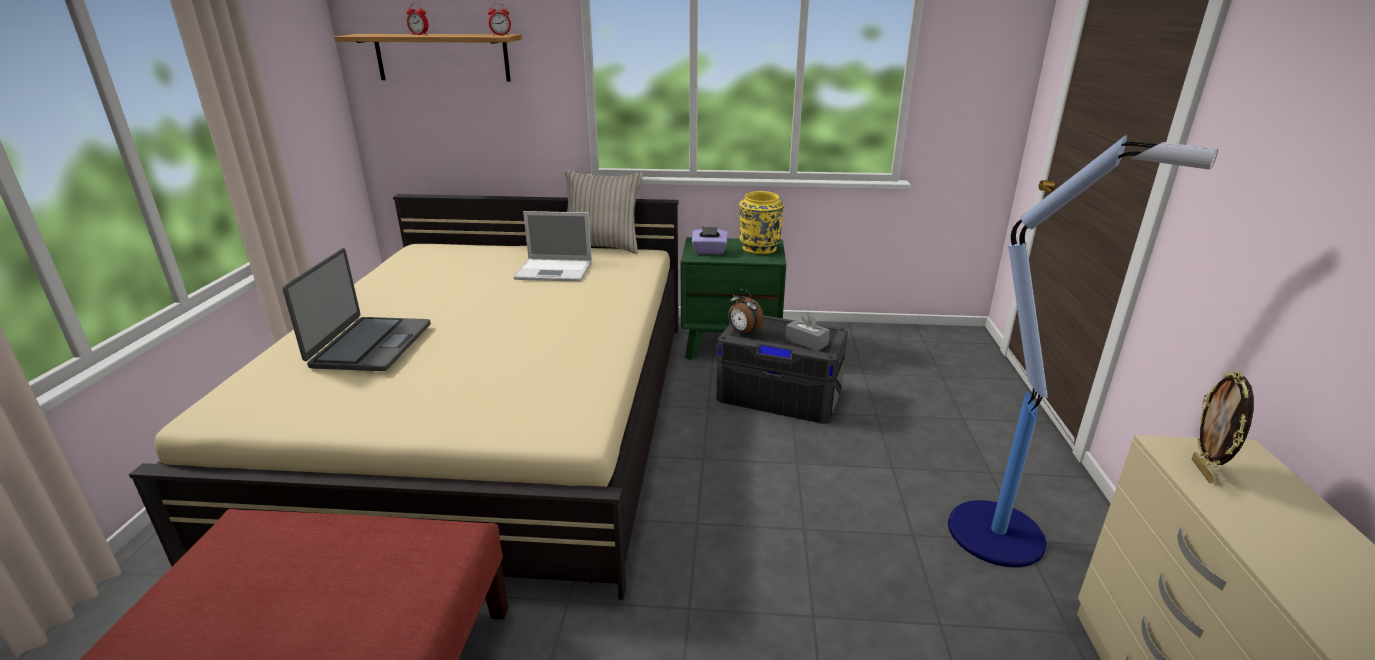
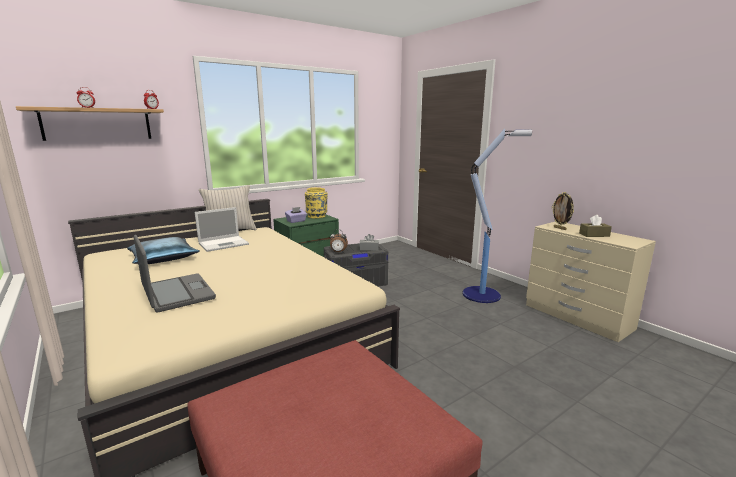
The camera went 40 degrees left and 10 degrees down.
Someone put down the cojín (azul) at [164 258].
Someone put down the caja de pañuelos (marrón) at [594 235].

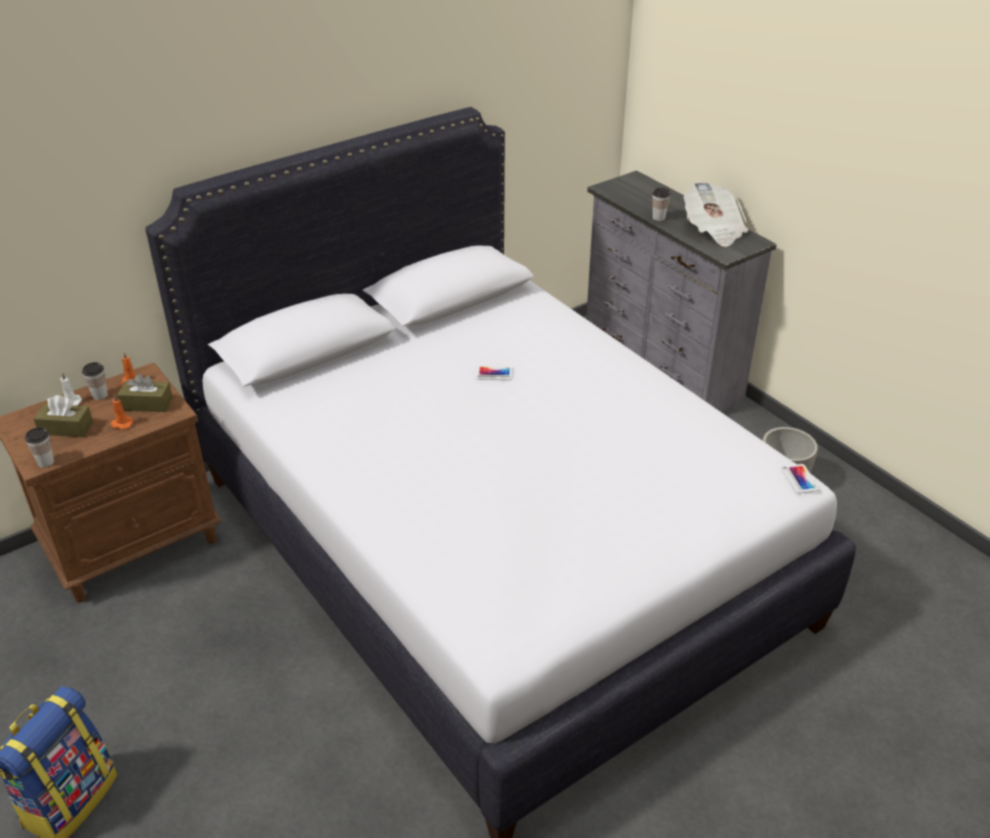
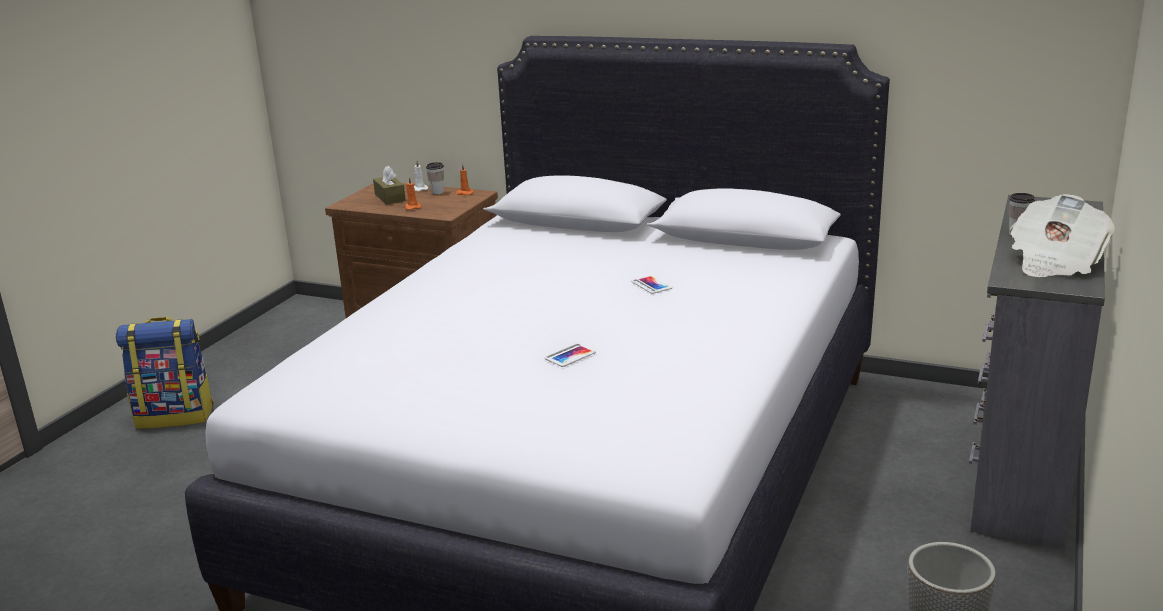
The camera went 60 degrees right and 15 degrees down.
Someone took away the taza at [45 462].
Someone took away the caja de pañuelos (marrón) at [147 404].
Someone carried the móvil from [799 479] to [570 355].

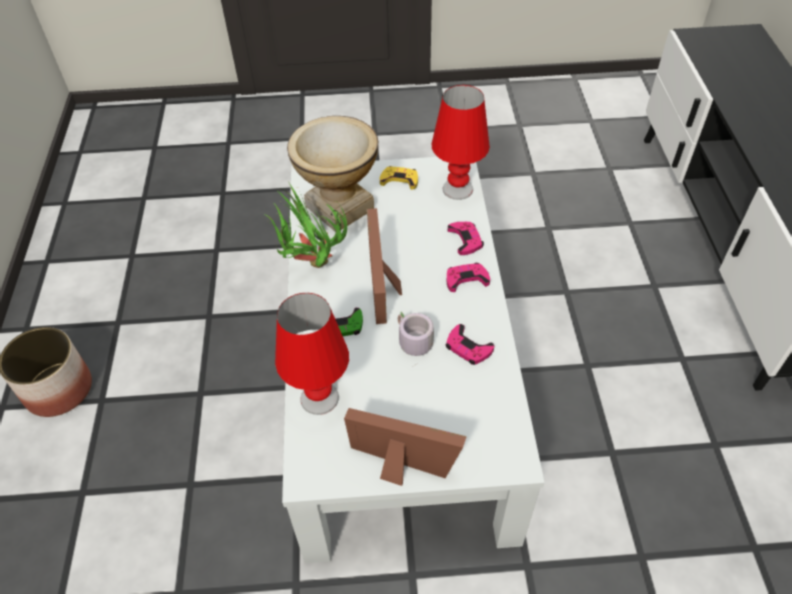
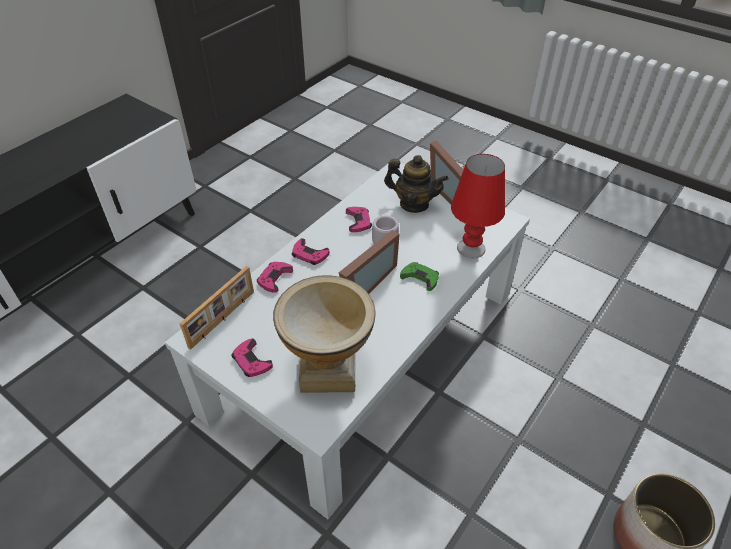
The camera went 140 degrees left and 5 degrees down.
Someone took away the planta en maceta at [310 266].
Someone put down the tetera at [414 204].
Someone swapped the lámpara de mesa (rojo) at [458 189] for the portarretratos at [223 319].
Someone repainted the mando de consola (amarillo) at [399 180], which became the mando de consola (rosa) at [251 361].

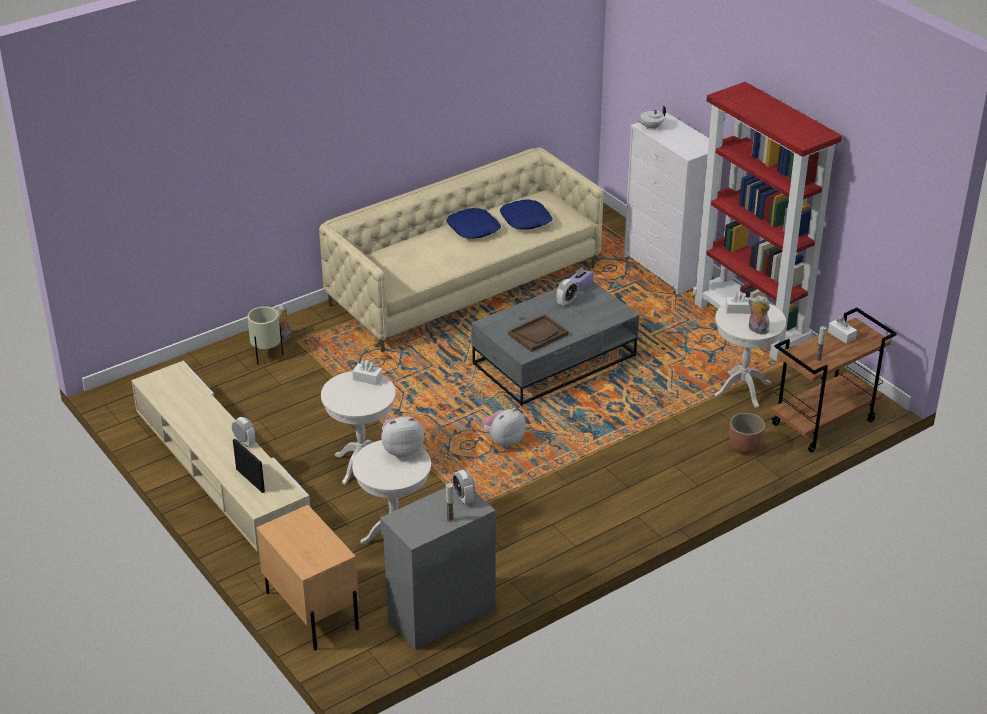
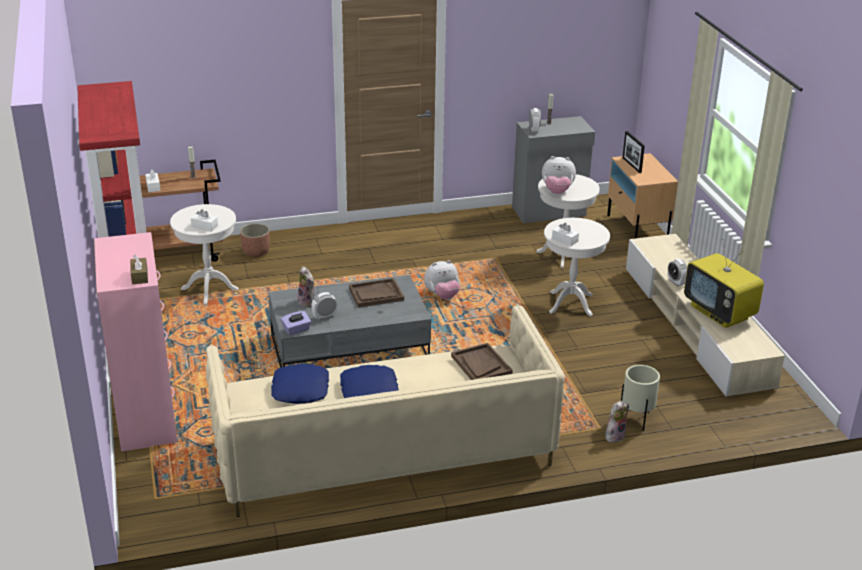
The camera went 160 degrees left and 5 degrees down.
Someone put down the bandeja (marrón) at [481 365].
Someone put down the televisor at [720 313].
Someone carried the portarretratos from [250 480] to [631 165].
Someone carried the peluche from [757 330] to [307 302].
Someone swapped the tetera (blanco) at [651 127] for the caja de pañuelos (marrón) at [139 276].
Someone repainted the cómoda (blanco) at [667 269], which became the cómoda (rosa) at [146 415].

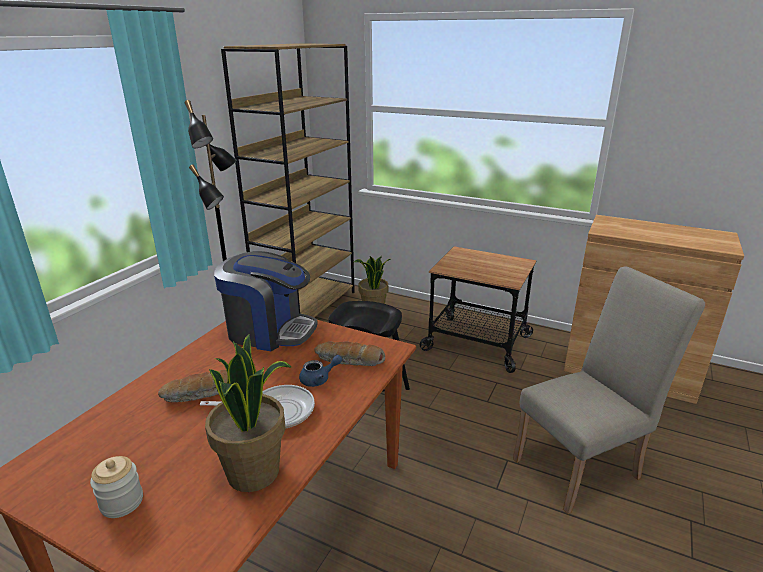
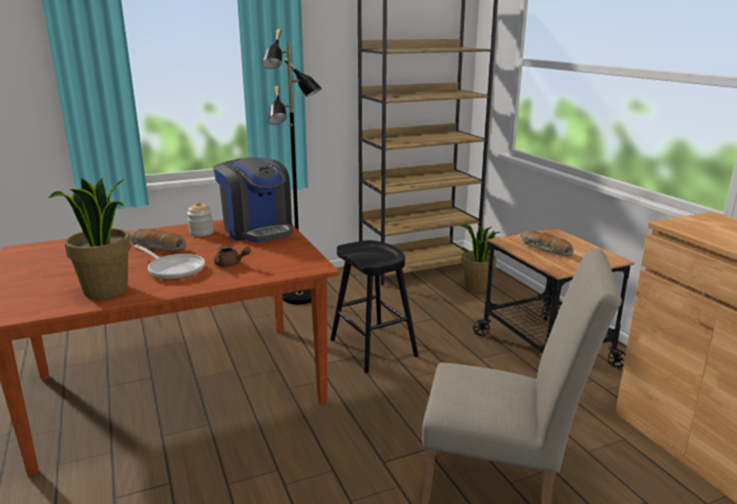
The camera went 40 degrees right and 5 degrees down.
Someone carried the tarro from [122 502] to [201 232].
Someone carried the pan from [349 361] to [544 249].
Someone repainted the tetera (azul) at [319 379], which became the tetera (marrón) at [231 264].

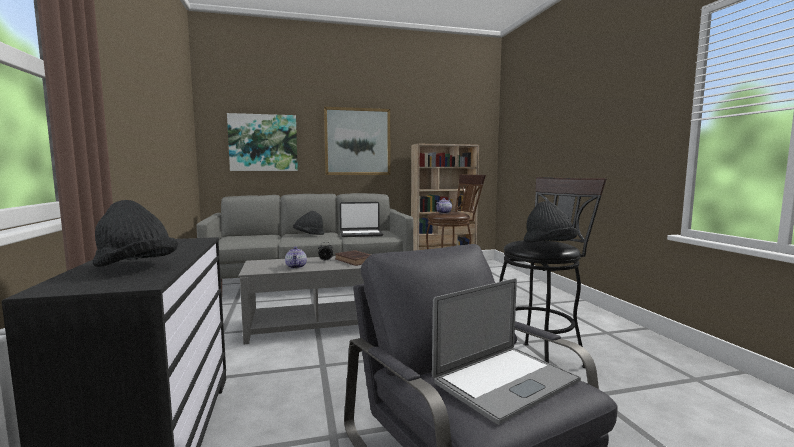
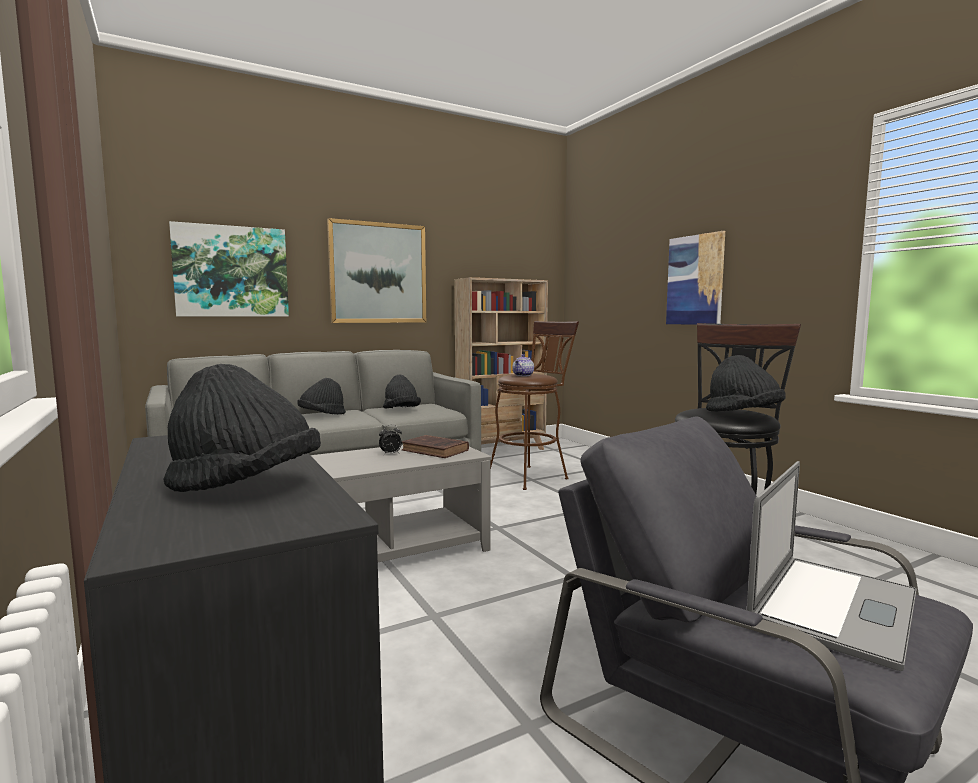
The camera went 15 degrees left and 0 degrees up.
Someone took away the tetera at [296 267].
Someone put up the cuadro at [695 280].
Someone swapped the portátil at [361 234] for the sombrero (negro) at [401 410].

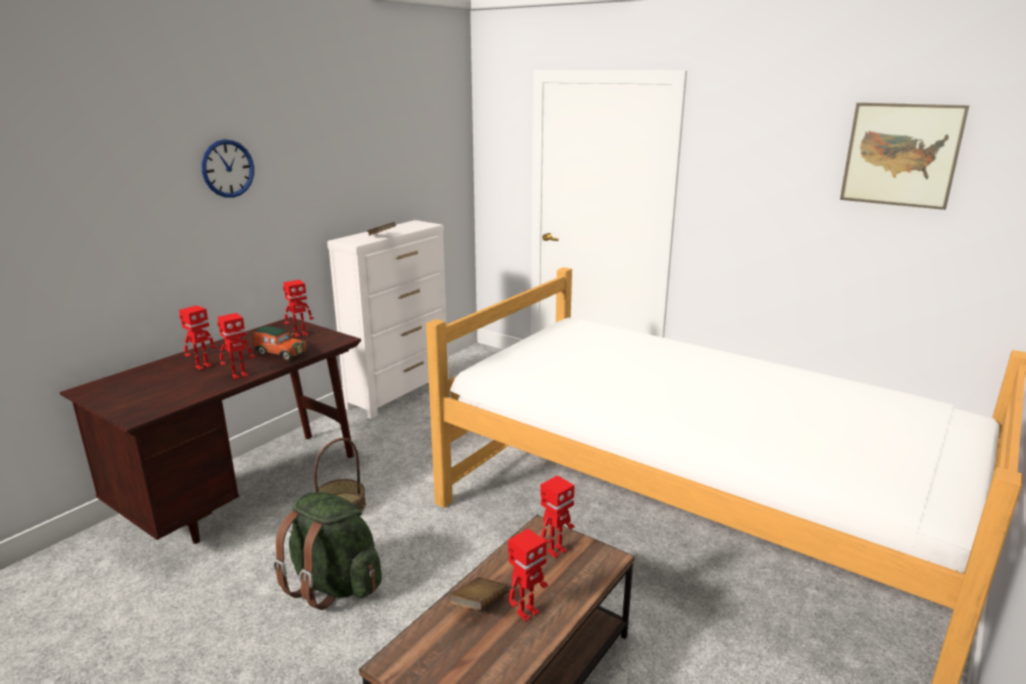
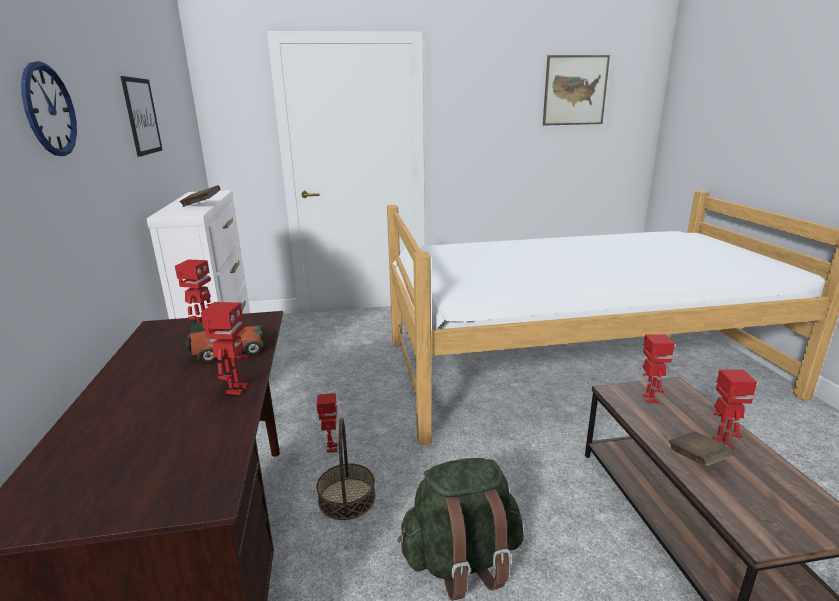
The camera went 45 degrees left and 0 degrees up.
Someone put up the cuadro at [142 116].
Someone carried the robot de juguete from [203 366] to [331 448].

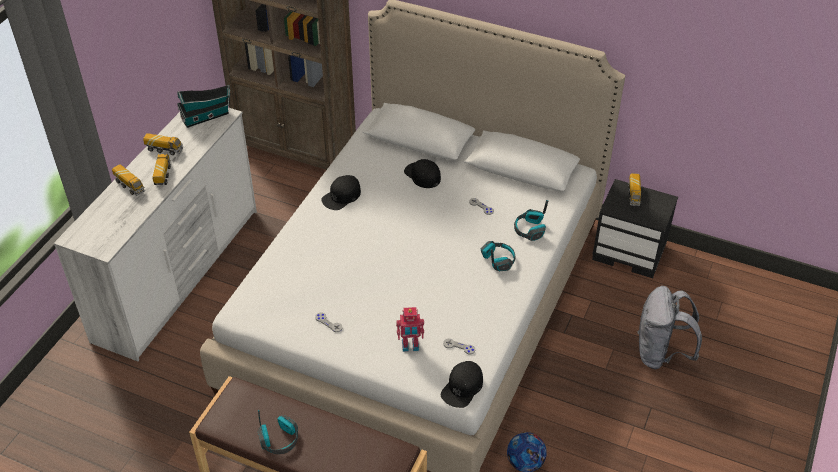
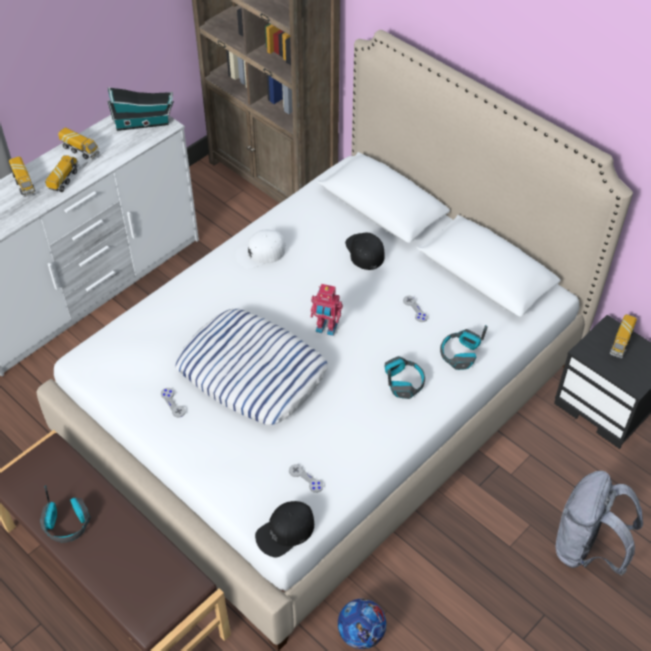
The camera went 20 degrees right and 5 degrees up.
Someone put down the cojín at [252 372].
Someone carried the robot de juguete from [410 346] to [326 329].
Someone repainted the gorra (negro) at [341 196], which became the gorra (blanco) at [261 253].

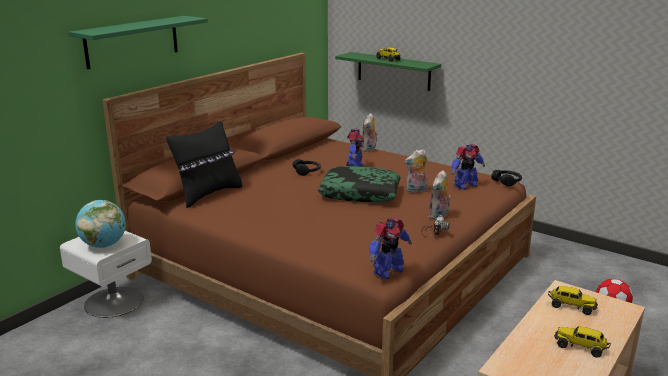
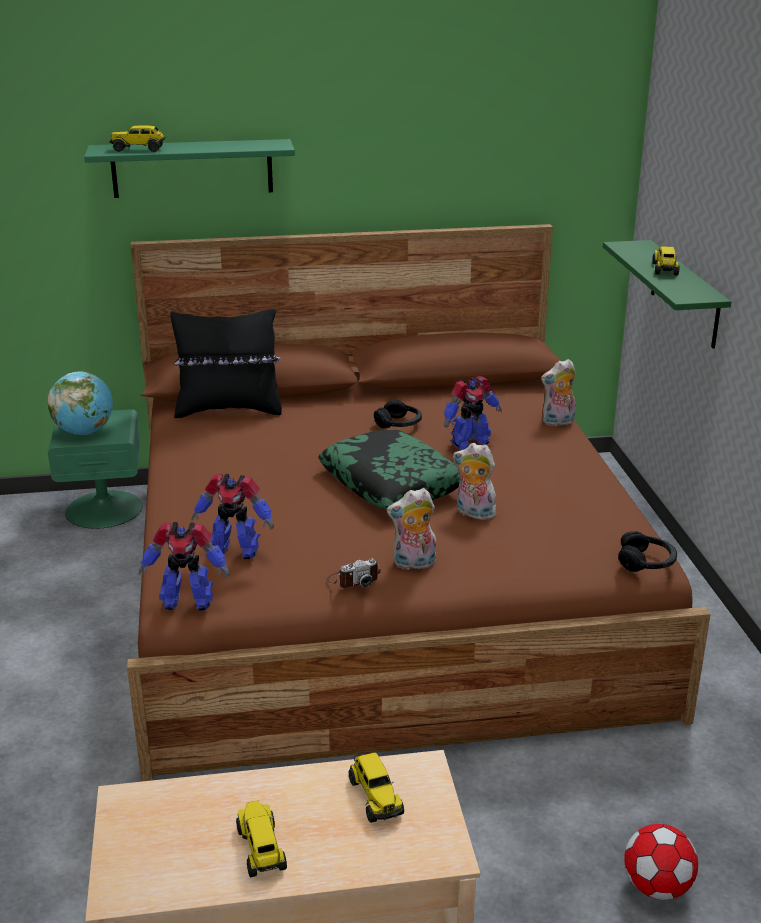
The camera went 45 degrees right and 5 degrees up.
Someone put down the camión de juguete at [139 149].
Someone carried the robot de juguete from [465 185] to [235 550].
Someone repainted the mesita de noche (blanco) at [113 301], which became the mesita de noche (verde) at [104 508].

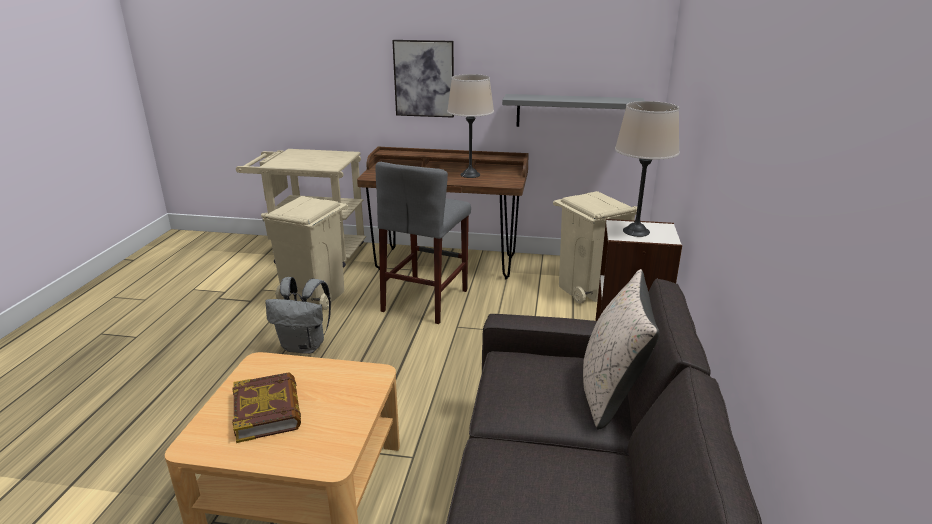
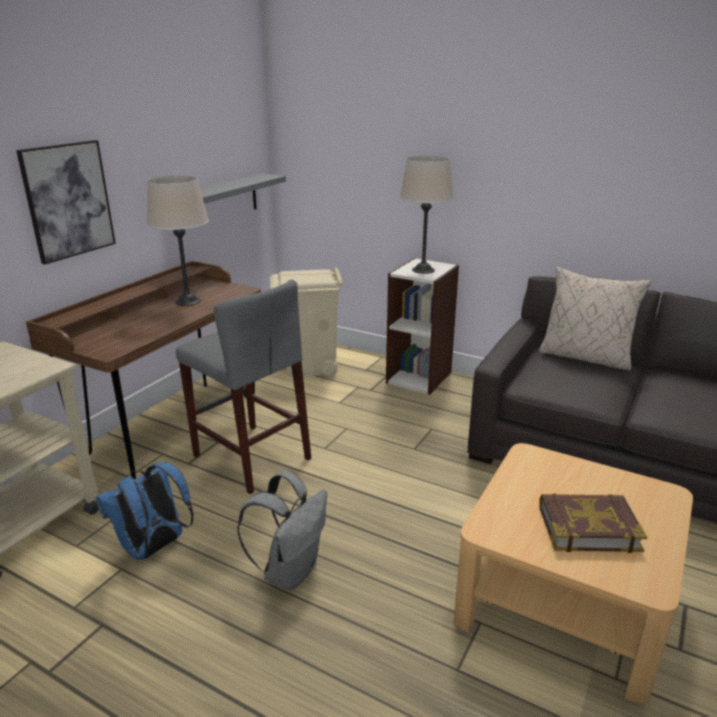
The camera went 70 degrees left and 0 degrees up.
Someone swapped the papelera (beis) at [314 296] for the mochila (azul) at [154 548].

